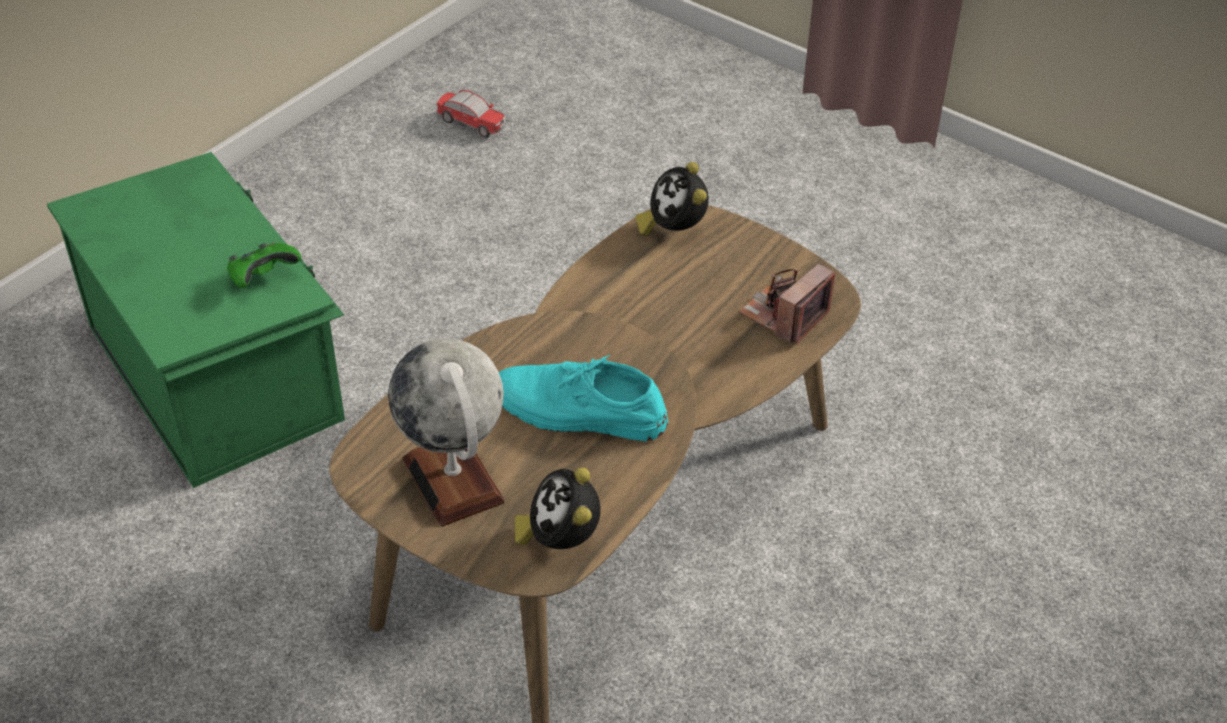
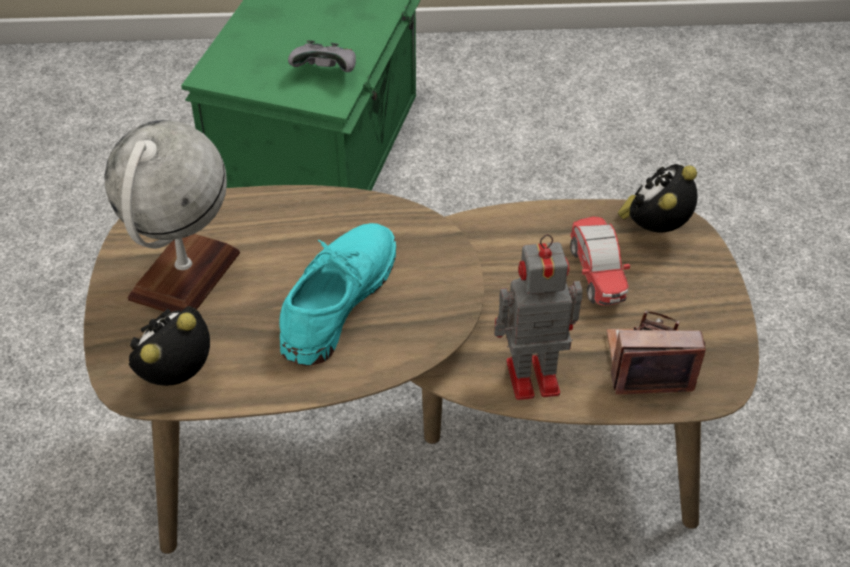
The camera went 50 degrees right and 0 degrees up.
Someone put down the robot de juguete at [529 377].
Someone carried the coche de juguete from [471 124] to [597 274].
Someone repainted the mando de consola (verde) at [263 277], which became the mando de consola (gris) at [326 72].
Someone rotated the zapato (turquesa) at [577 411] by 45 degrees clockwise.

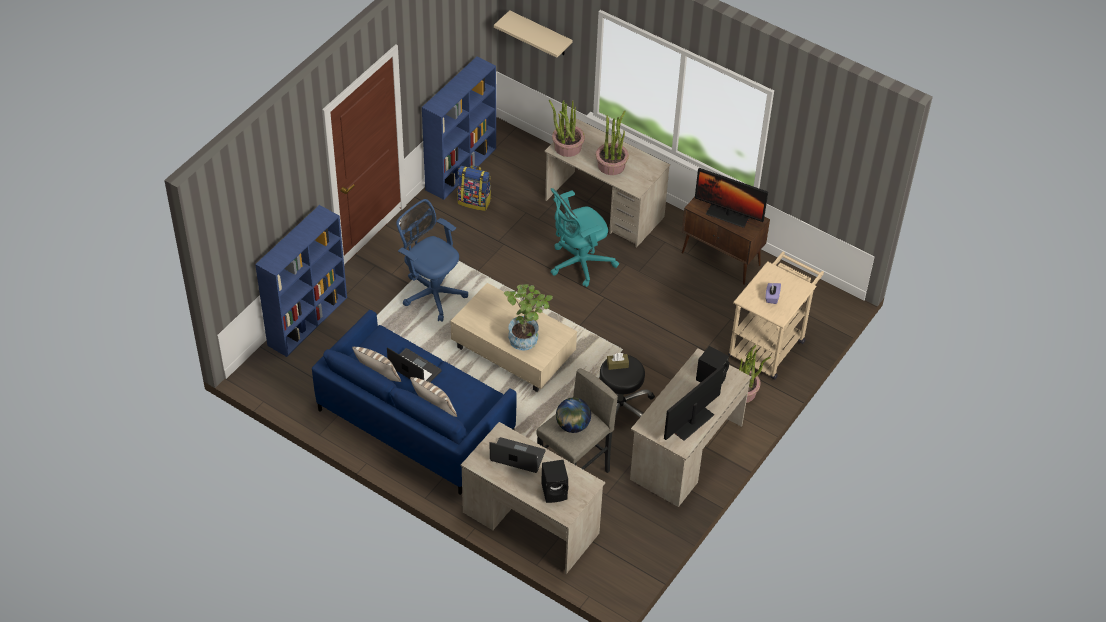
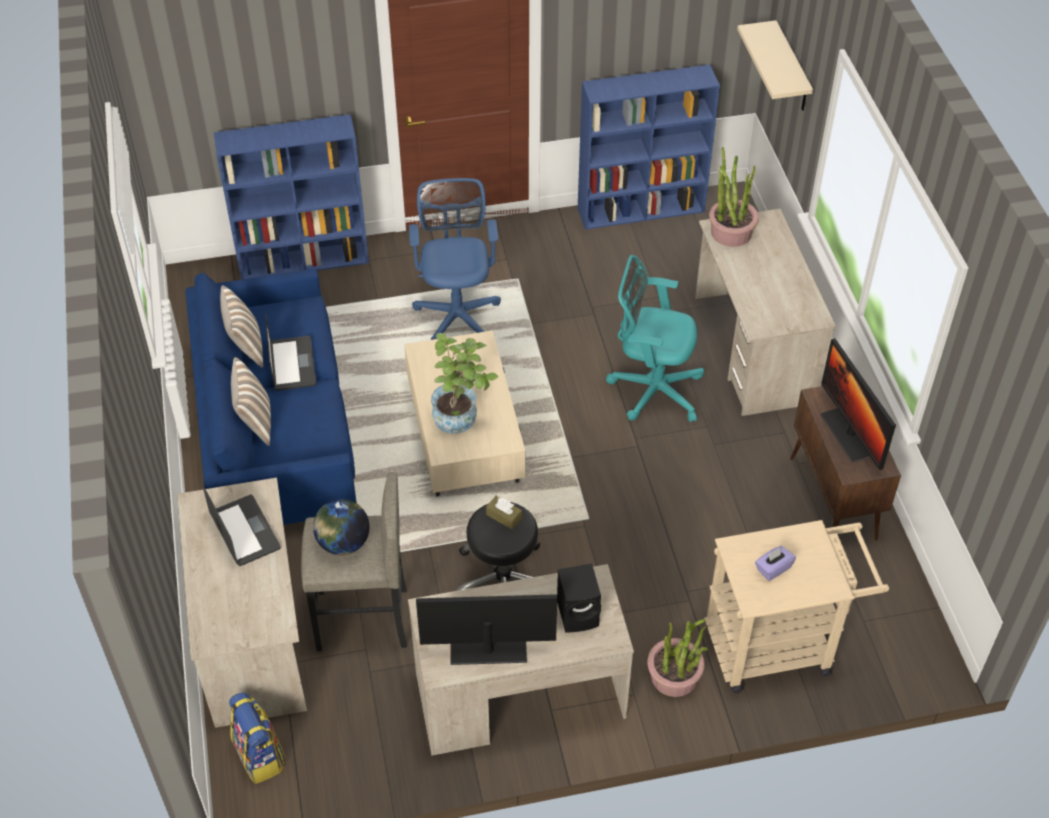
The camera went 45 degrees right and 0 degrees up.
Someone took away the altavoz (negro) at [555 491].
Someone took away the planta en maceta at [611 165].
Someone carried the mochila from [474 201] to [260 756].

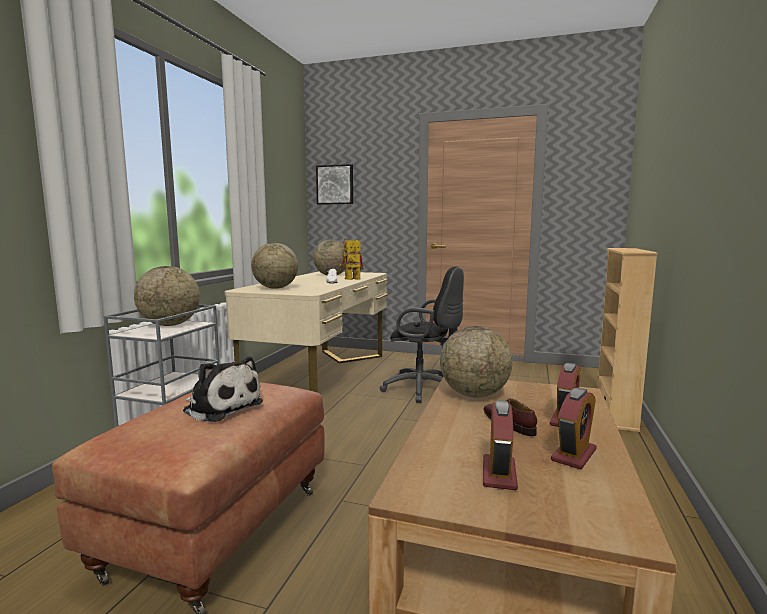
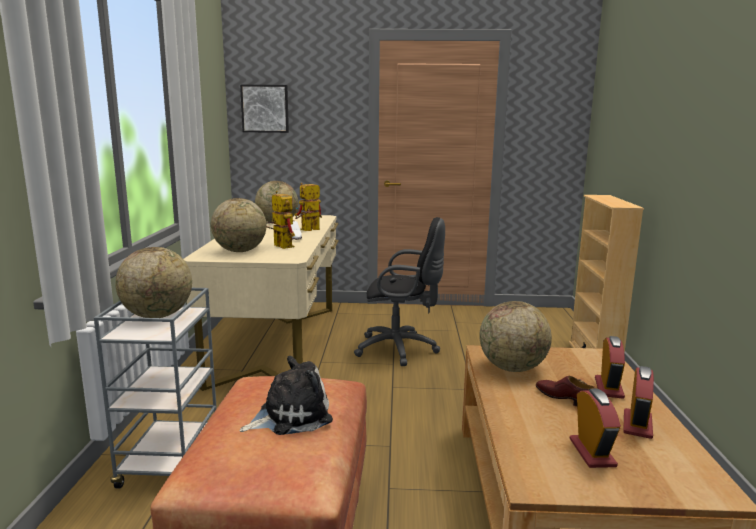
The camera went 15 degrees left and 5 degrees up.
Someone put down the robot de juguete at [279 245].
Someone rotated the peluche at [221 407] by 45 degrees counterclockwise.

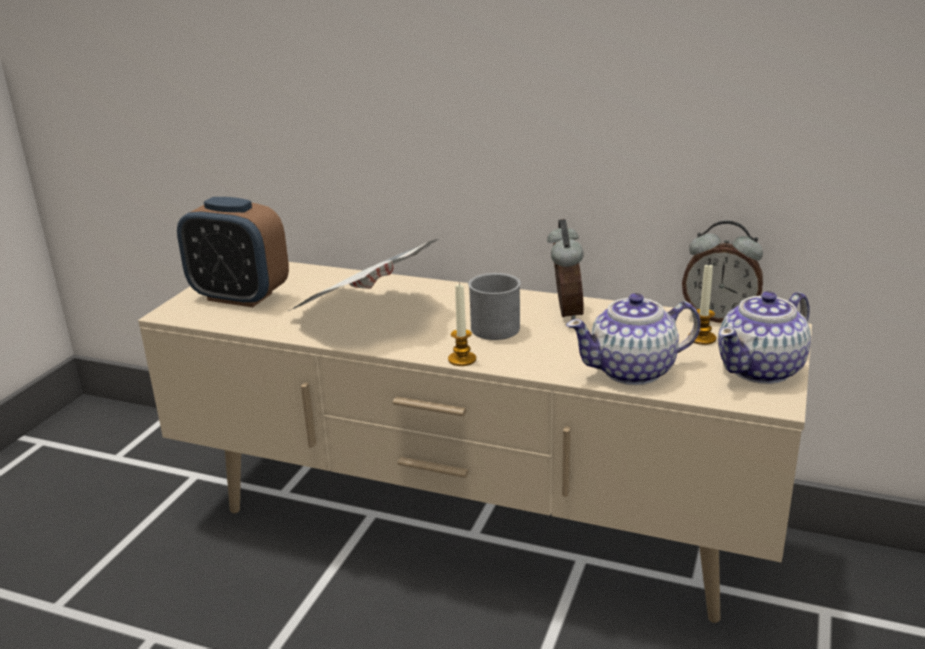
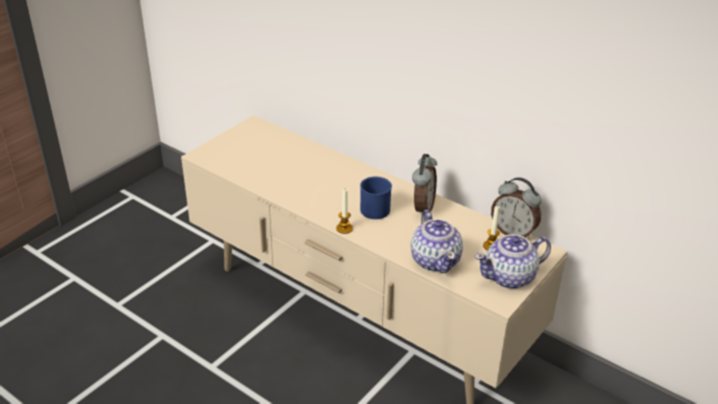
The camera went 15 degrees right and 10 degrees up.
Someone took away the despertador at [239 297].
Someone took away the periódico at [365 314].
Someone repainted the taza grande (gris) at [496 325], which became the taza grande (azul) at [377 207].
Someone rotated the tetera at [633 371] by 105 degrees counterclockwise.

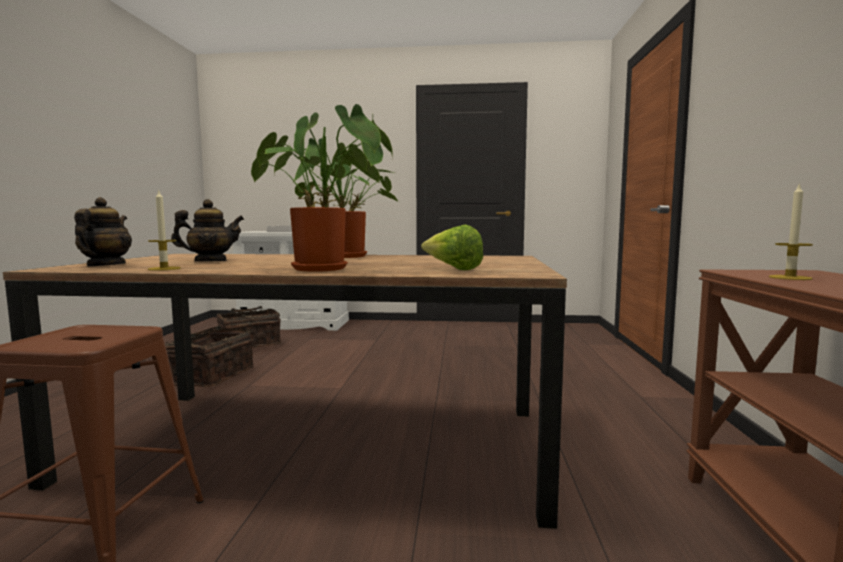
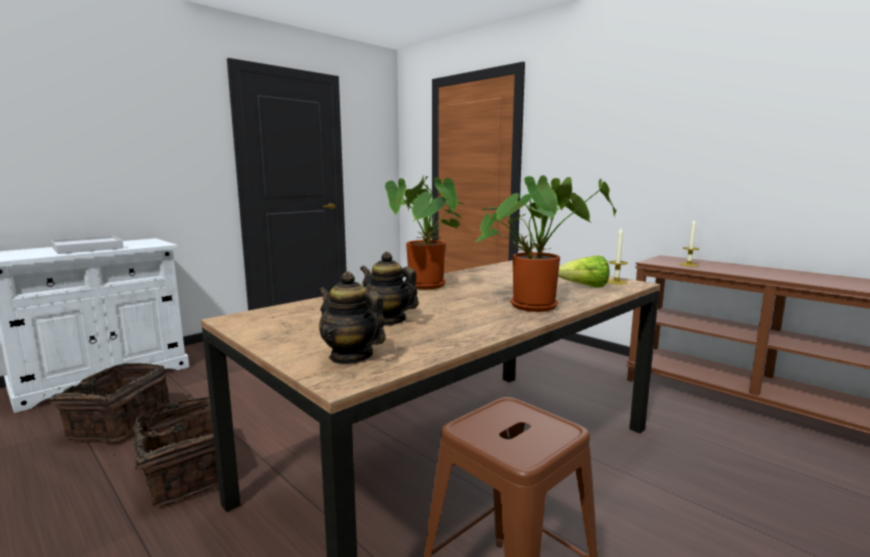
The camera went 50 degrees left and 5 degrees up.
Someone carried the vela from [164 269] to [616 282].
Someone rotated the tetera at [210 261] by 75 degrees counterclockwise.

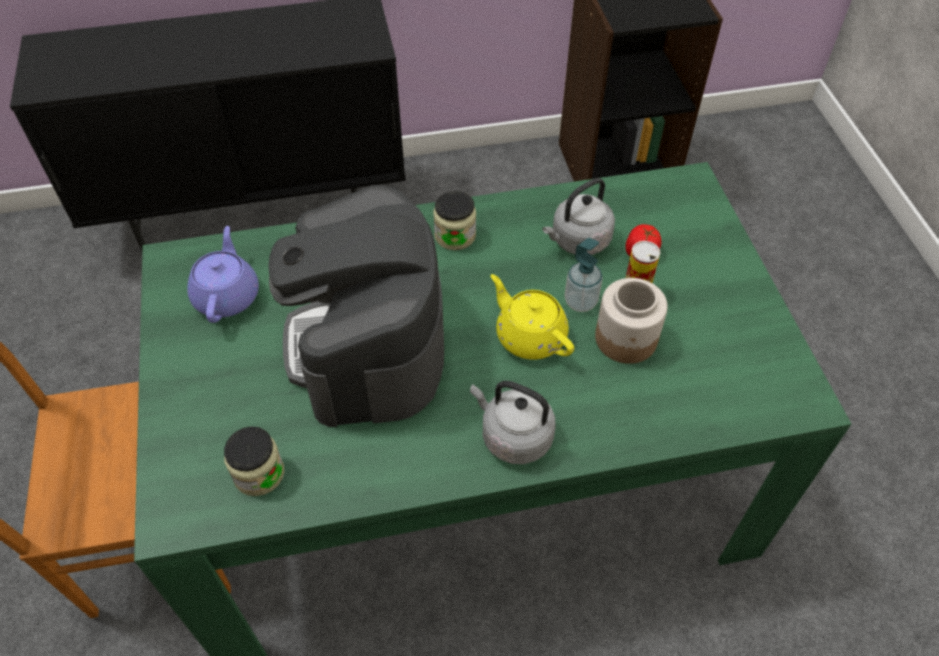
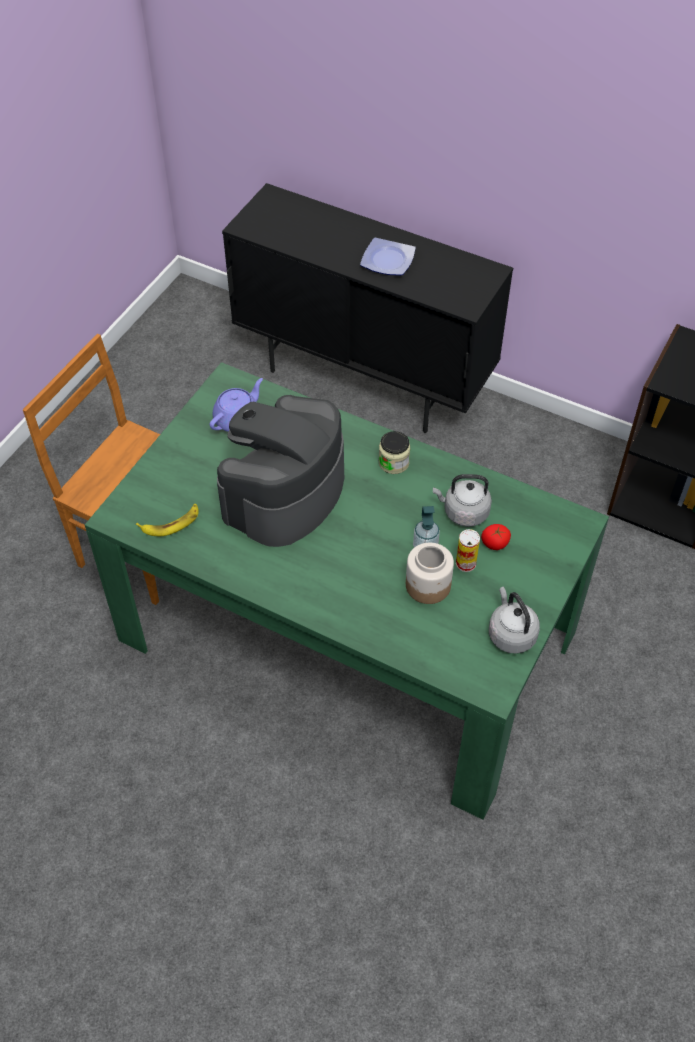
The camera went 40 degrees right and 0 degrees up.
Someone took away the tetera (amarillo) at [529 336].
Someone put down the plato at [388 261].
Someone carried the hervidor (gris) from [513 436] to [510 634].
Someone swapped the tarro at [259 473] for the plátano at [171 523].

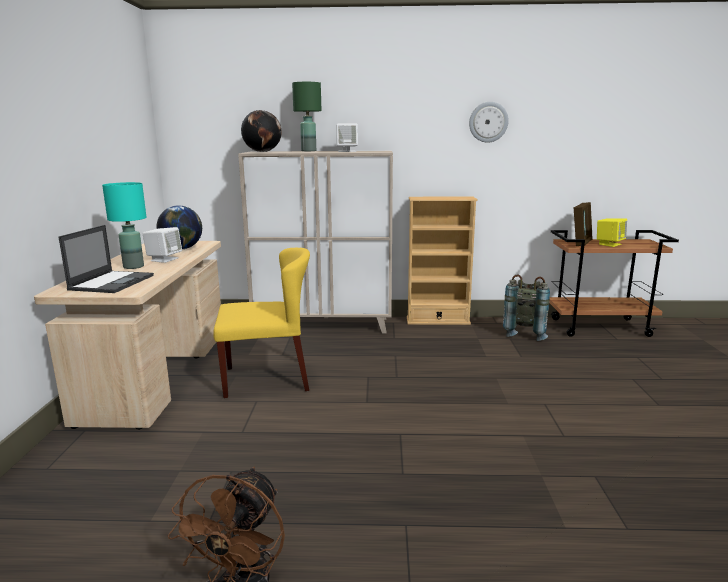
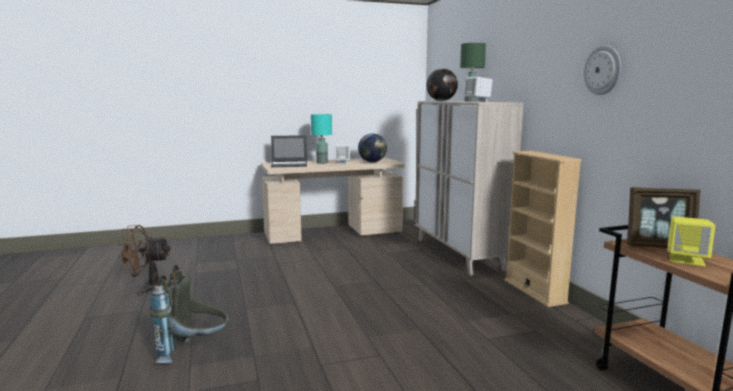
The camera went 70 degrees right and 5 degrees down.
Someone took away the silla (amarillo) at [267 378].
Someone carried the mochila (gris) from [525 333] to [195 353].

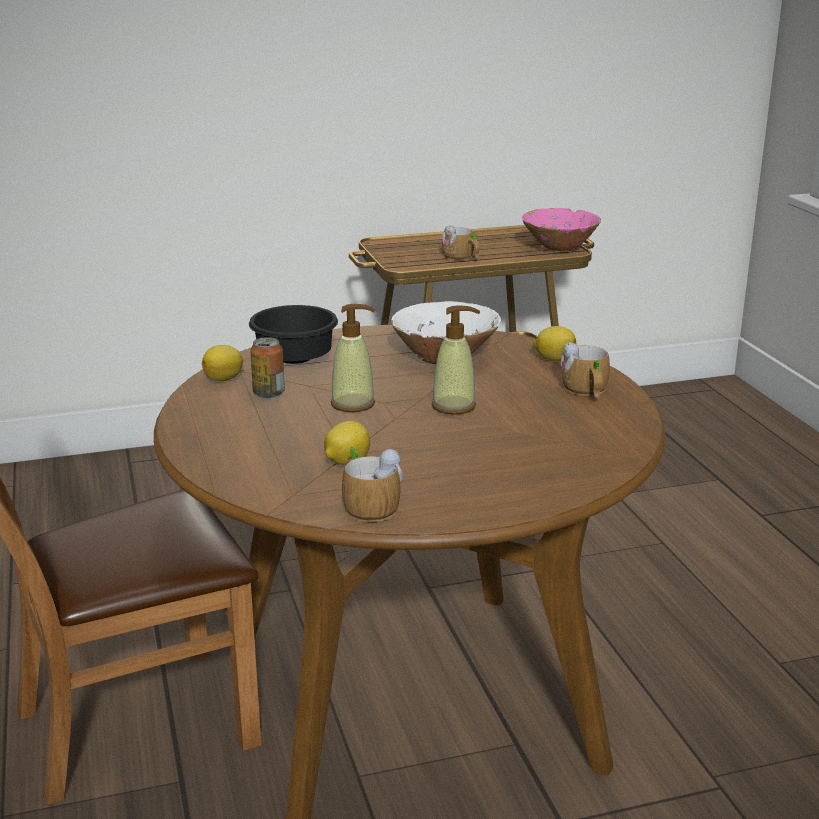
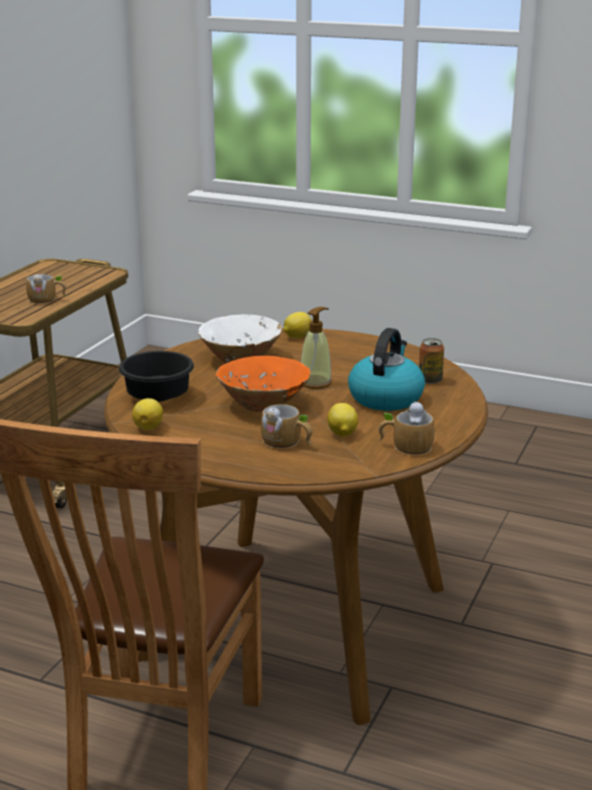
The camera went 50 degrees left and 0 degrees up.
Someone took away the cuenco (rosa) at [559 247].
Someone put down the hervidor at [385 397].
Someone carried the lata from [268 393] to [430 380].
Someone carried the taza grande from [586 391] to [287 443].
Someone swapped the dispensador de jabón at [353 404] for the cuenco (naranja) at [263 405].

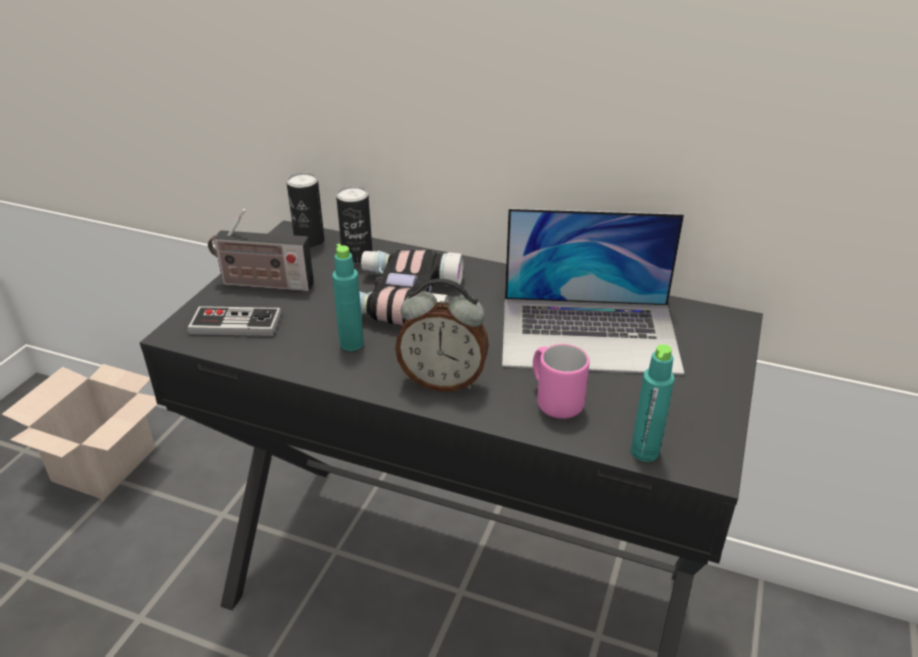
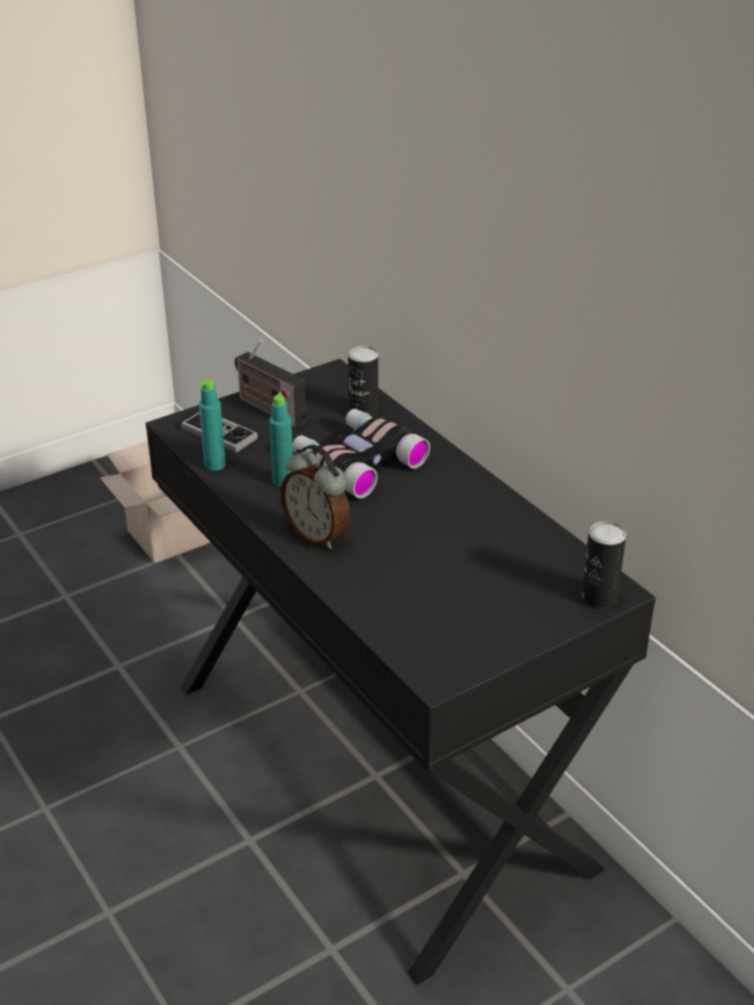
The camera went 35 degrees right and 0 degrees up.
Someone took away the portátil at [589 334].
Someone took away the taza grande (rosa) at [554 400].
Someone carried the lata from [309 241] to [599 597].
Someone carried the botella (turquesa) from [644 452] to [215 465].

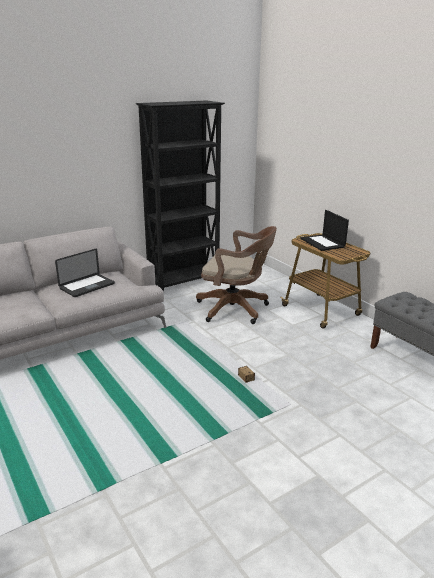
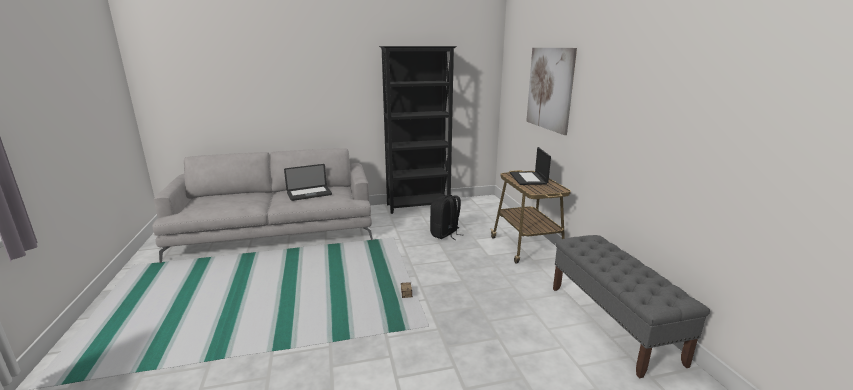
The camera went 20 degrees right and 5 degrees down.
Someone put up the cuadro at [549 89].
Someone swapped the silla de oficina (marrón) at [236 309] for the mochila (negro) at [445 234].

